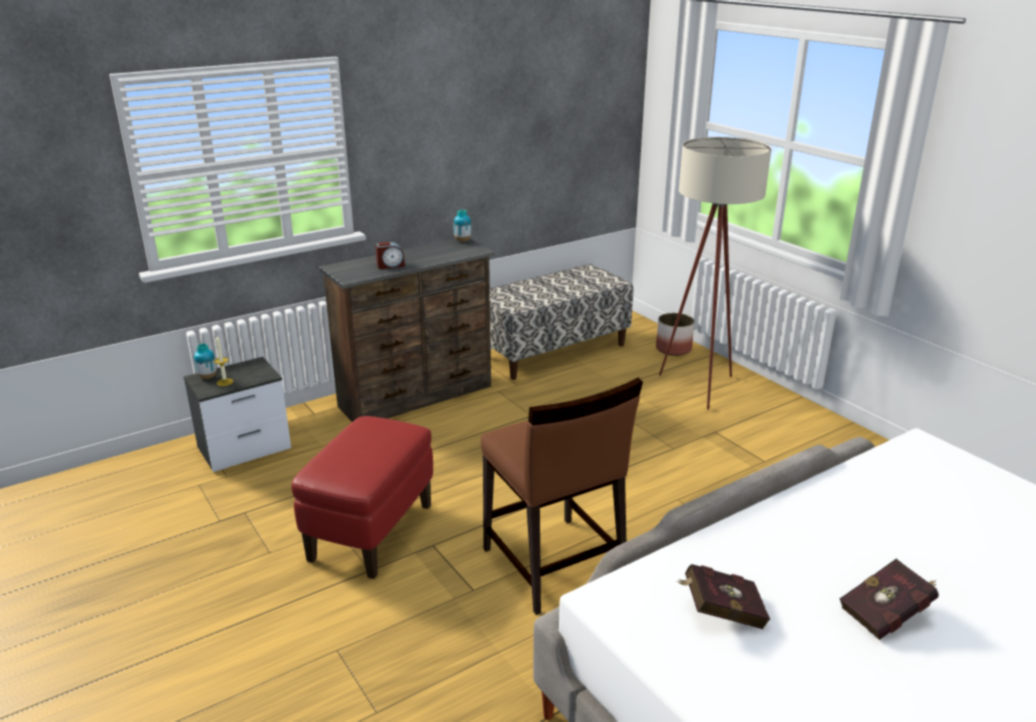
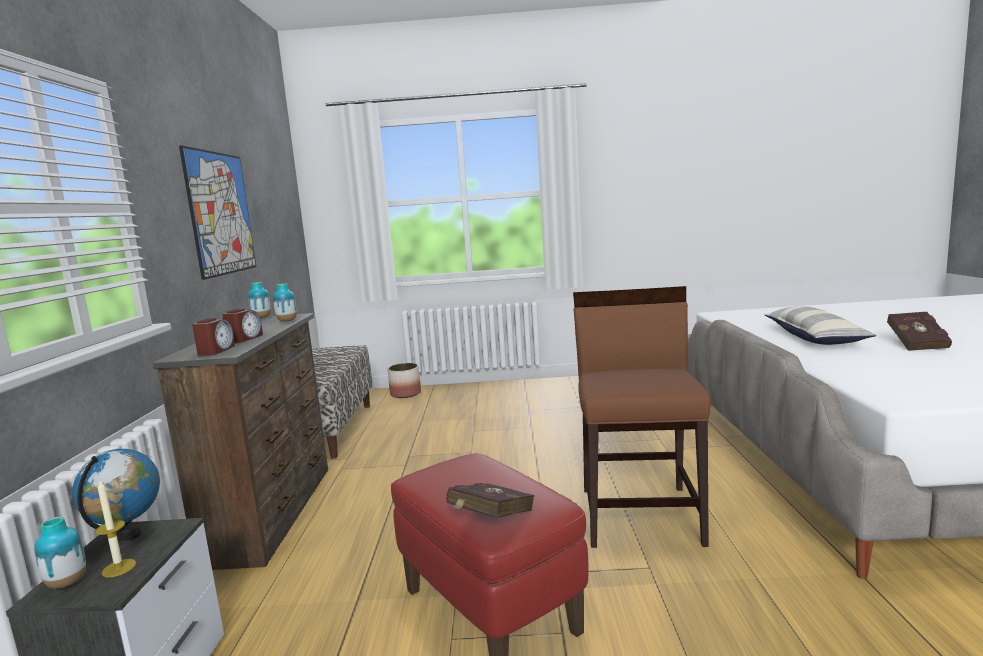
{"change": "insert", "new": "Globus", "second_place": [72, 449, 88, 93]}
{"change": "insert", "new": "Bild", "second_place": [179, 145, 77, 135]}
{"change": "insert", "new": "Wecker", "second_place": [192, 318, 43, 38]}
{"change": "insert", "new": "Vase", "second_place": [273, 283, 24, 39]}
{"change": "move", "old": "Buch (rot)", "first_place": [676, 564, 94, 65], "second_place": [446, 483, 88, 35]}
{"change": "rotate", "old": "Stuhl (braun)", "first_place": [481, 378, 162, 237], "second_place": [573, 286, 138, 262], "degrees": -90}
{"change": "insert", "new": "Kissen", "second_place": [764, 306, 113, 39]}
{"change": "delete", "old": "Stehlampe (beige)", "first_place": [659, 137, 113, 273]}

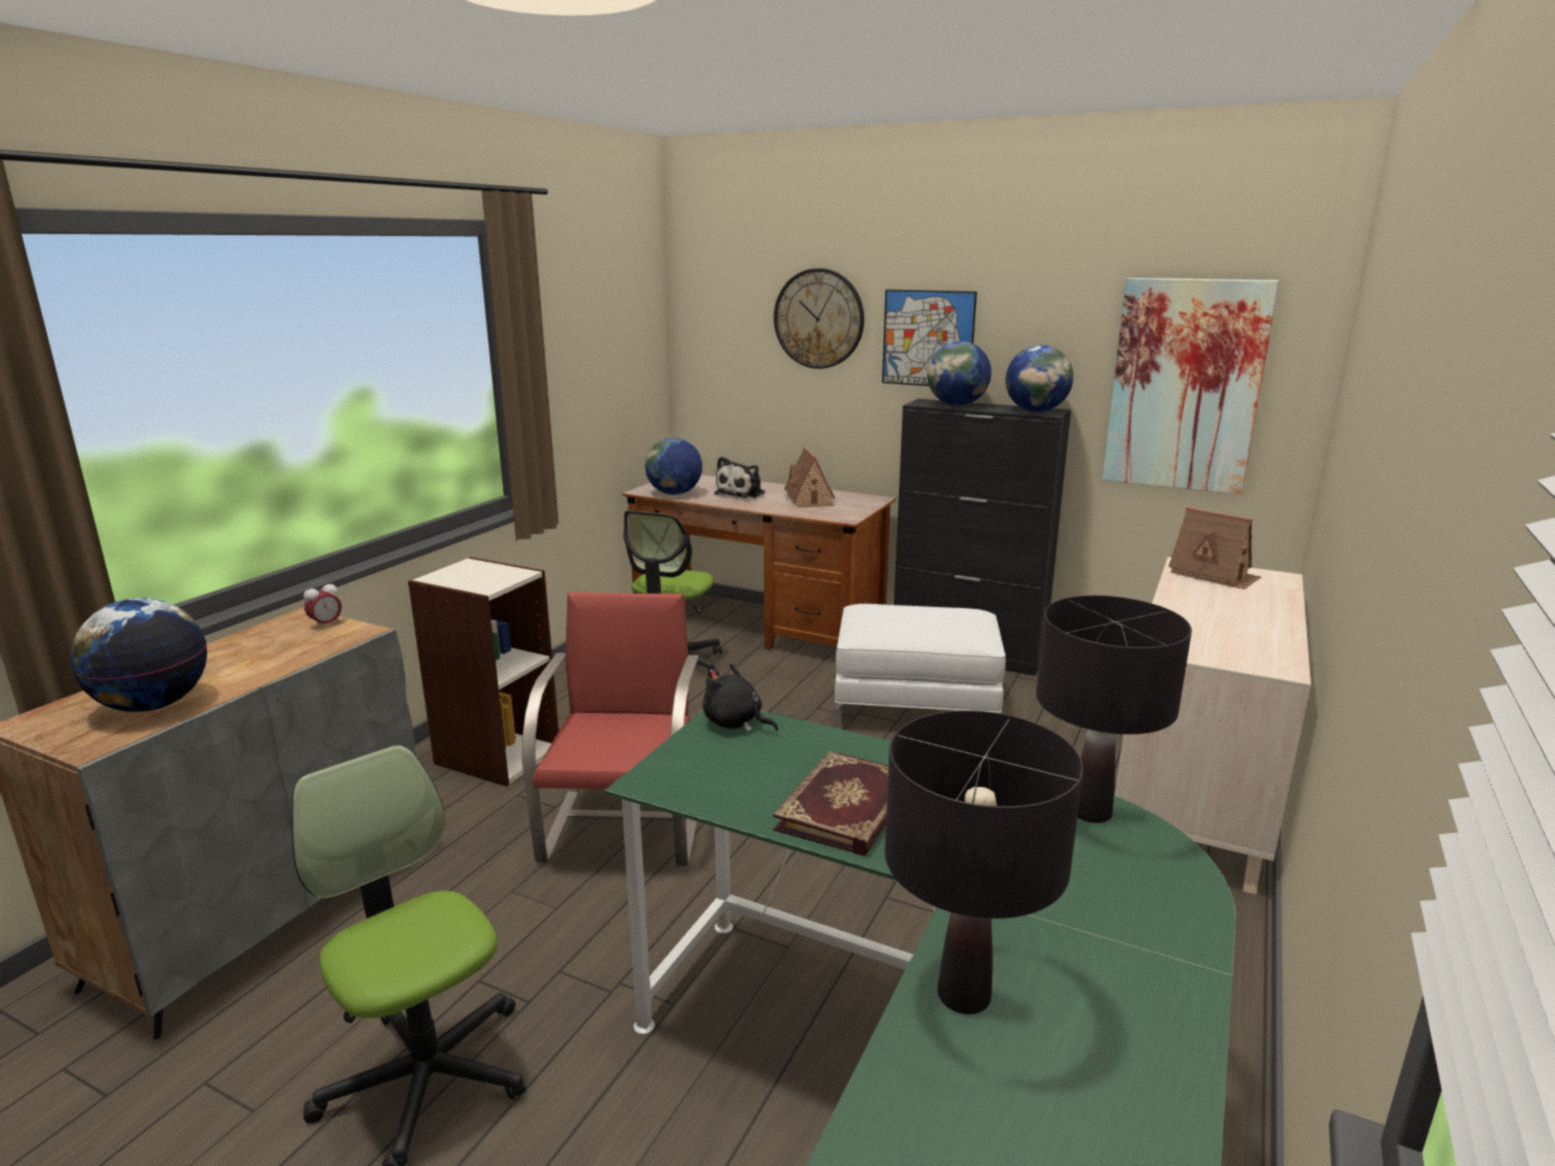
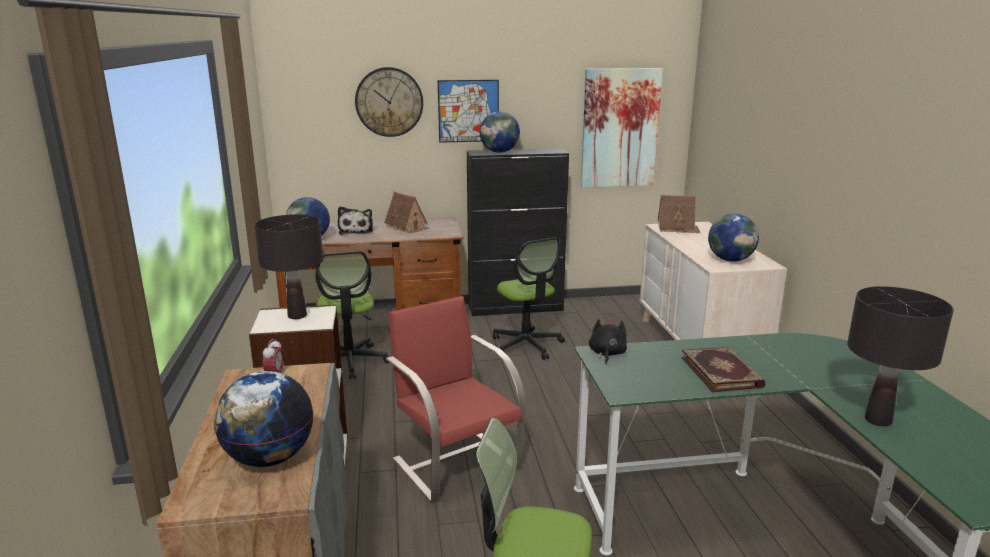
{"change": "move", "old": "Tischlampe (schwarz)", "first_place": [1036, 595, 156, 228], "second_place": [255, 214, 68, 105]}
{"change": "replace", "old": "Polsterhocker (weiß)", "new": "Bürostuhl", "first_place": [835, 604, 171, 125], "second_place": [493, 237, 72, 123]}
{"change": "rotate", "old": "Plüschtier (schwarz)", "first_place": [703, 663, 75, 69], "second_place": [589, 319, 38, 45], "degrees": 105}
{"change": "move", "old": "Globus", "first_place": [1006, 345, 67, 67], "second_place": [708, 214, 51, 48]}

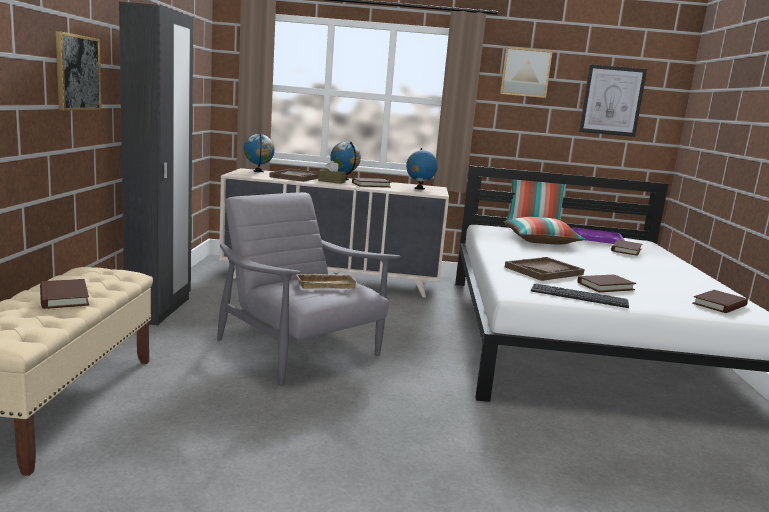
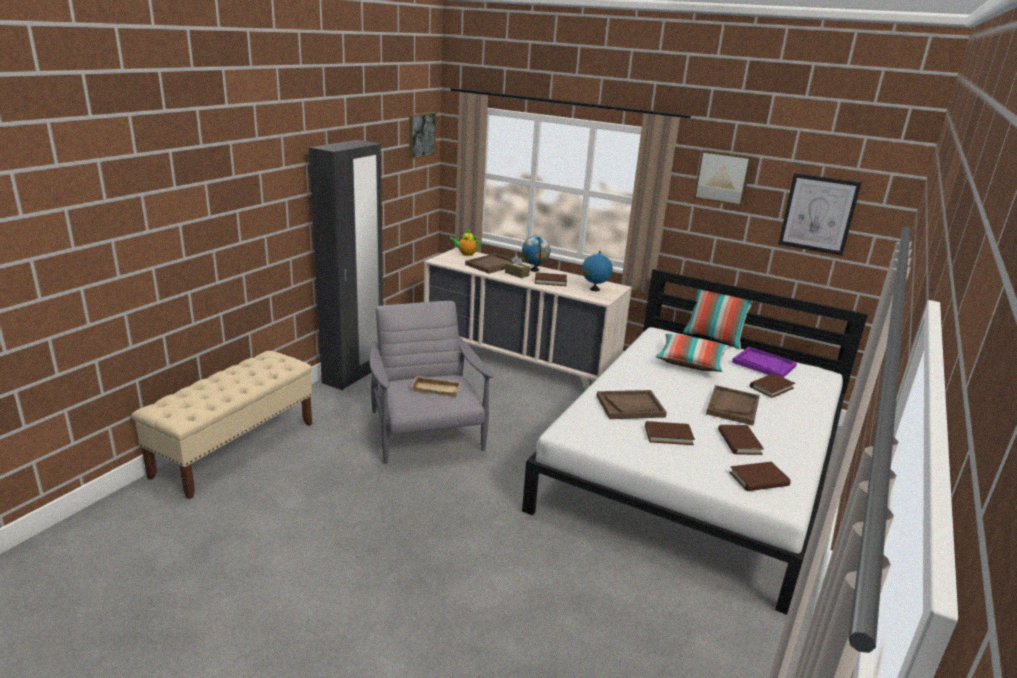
{"change": "move", "old": "Bild", "first_place": [56, 31, 46, 80], "second_place": [409, 112, 27, 47]}
{"change": "replace", "old": "Globus", "new": "Teekanne", "first_place": [244, 133, 31, 39], "second_place": [449, 229, 32, 27]}
{"change": "insert", "new": "Tablett (braun)", "second_place": [706, 385, 54, 40]}
{"change": "move", "old": "Buch (braun)", "first_place": [40, 279, 49, 30], "second_place": [718, 425, 46, 30]}
{"change": "delete", "old": "Tastatur", "first_place": [531, 284, 98, 24]}

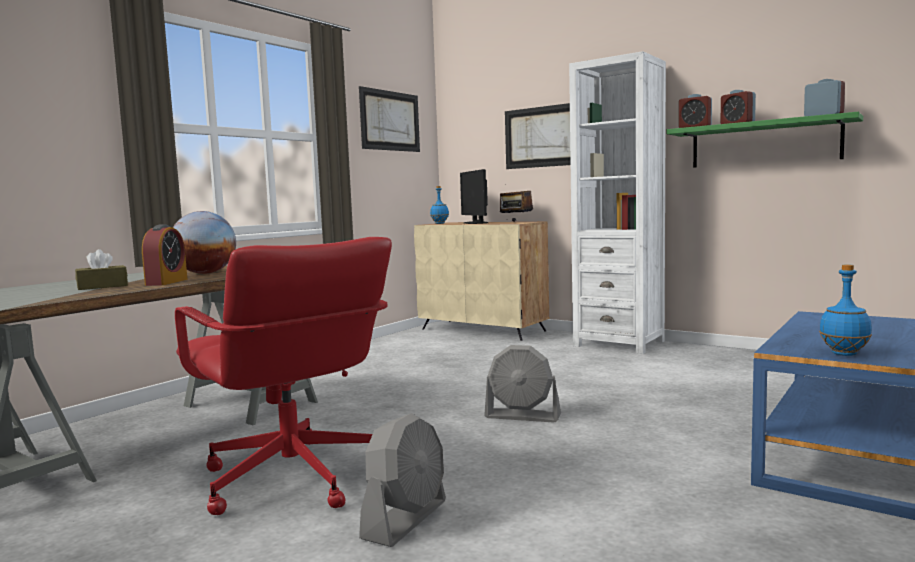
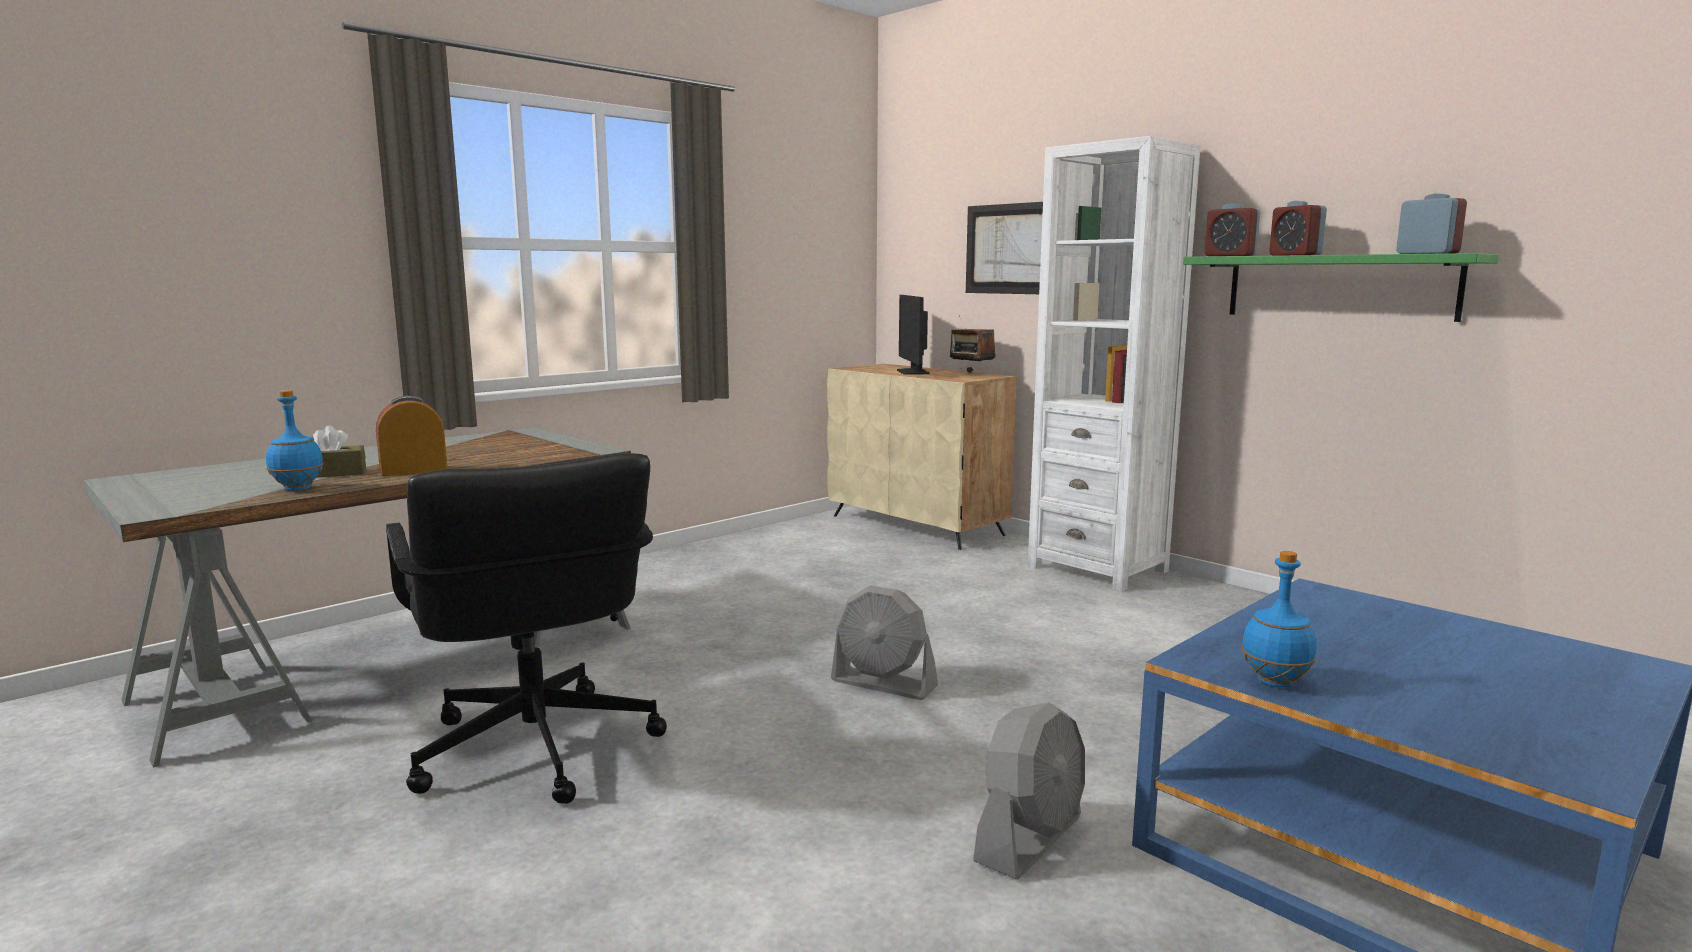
{"change": "move", "old": "Flasche (blau)", "first_place": [430, 186, 19, 38], "second_place": [266, 390, 58, 101]}
{"change": "rotate", "old": "Wecker", "first_place": [142, 224, 46, 62], "second_place": [376, 396, 72, 81], "degrees": -135}
{"change": "recolor", "old": "Bürostuhl (rot)", "new": "Bürostuhl (schwarz)", "first_place": [175, 237, 217, 278], "second_place": [386, 453, 281, 351]}
{"change": "move", "old": "Ventilator (grau)", "first_place": [359, 413, 87, 134], "second_place": [973, 703, 112, 177]}
{"change": "delete", "old": "Globus", "first_place": [173, 211, 63, 63]}
{"change": "delete", "old": "Bild", "first_place": [359, 86, 61, 66]}

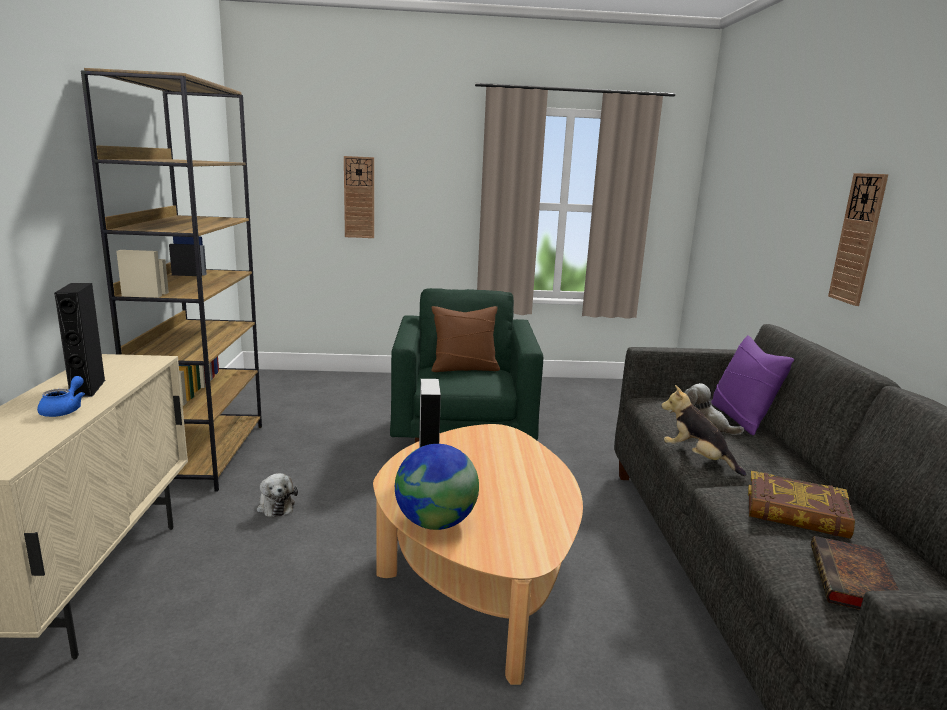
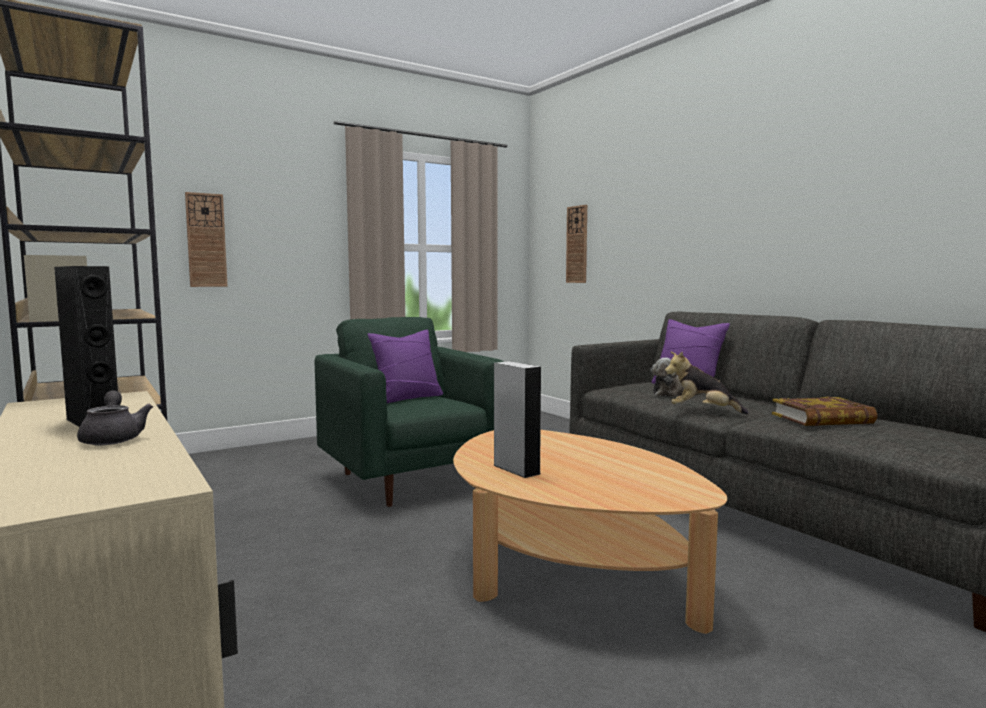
{"change": "recolor", "old": "Teekanne (blau)", "new": "Teekanne (grau)", "first_place": [37, 376, 48, 41], "second_place": [77, 391, 76, 54]}
{"change": "recolor", "old": "Kissen (braun)", "new": "Kissen (lila)", "first_place": [431, 306, 69, 66], "second_place": [367, 330, 76, 73]}
{"change": "move", "old": "Wanduhr", "first_place": [828, 173, 61, 133], "second_place": [566, 205, 21, 78]}
{"change": "delete", "old": "Plüschtier", "first_place": [257, 473, 41, 44]}
{"change": "delete", "old": "Globus", "first_place": [395, 444, 84, 86]}
{"change": "delete", "old": "Buch", "first_place": [811, 536, 88, 74]}

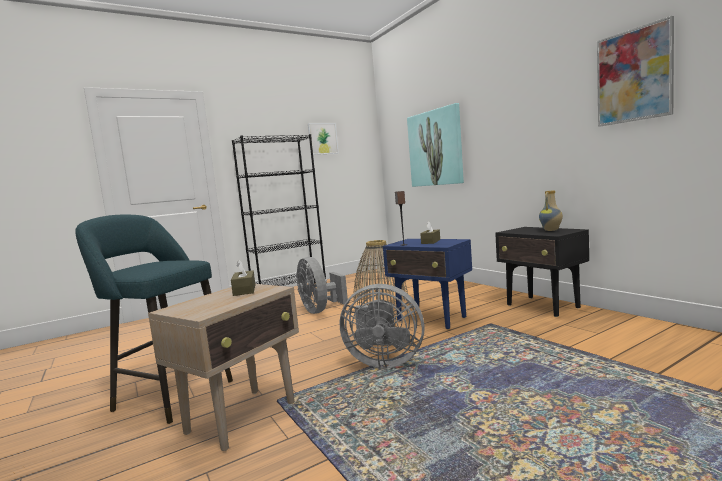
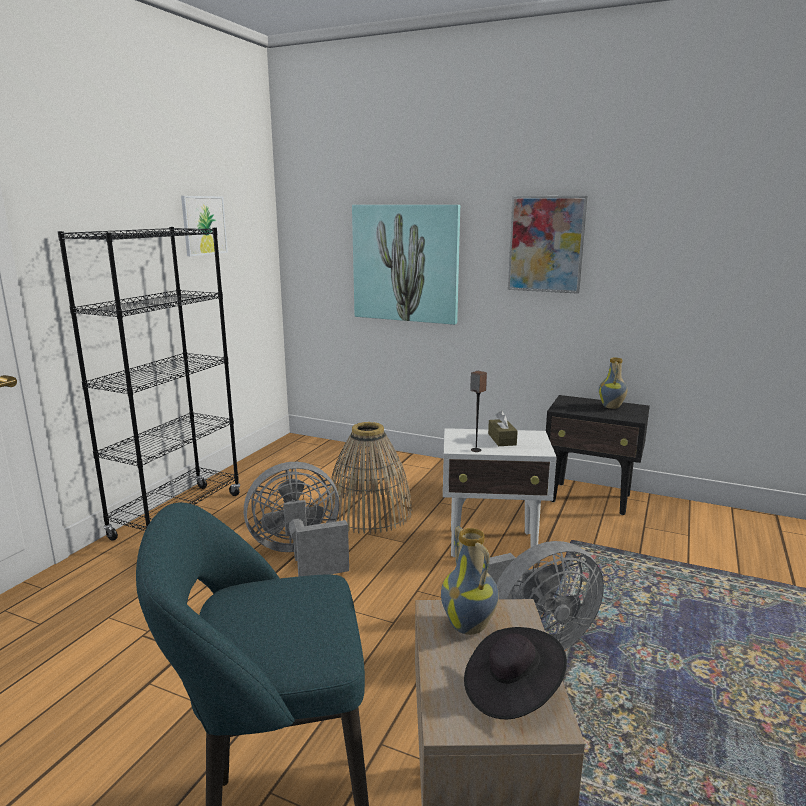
{"change": "rotate", "old": "Ventilator (grau)", "first_place": [296, 257, 52, 57], "second_place": [244, 462, 105, 114], "degrees": 135}
{"change": "replace", "old": "Taschentuchbox (braun)", "new": "Vase", "first_place": [231, 260, 24, 36], "second_place": [441, 526, 58, 109]}
{"change": "recolor", "old": "Beistelltisch (blau)", "new": "Beistelltisch (weiß)", "first_place": [383, 239, 89, 90], "second_place": [443, 428, 114, 129]}
{"change": "insert", "new": "Hut (schwarz)", "second_place": [464, 627, 103, 92]}
{"change": "move", "old": "Bild", "first_place": [597, 16, 77, 111], "second_place": [508, 196, 79, 98]}

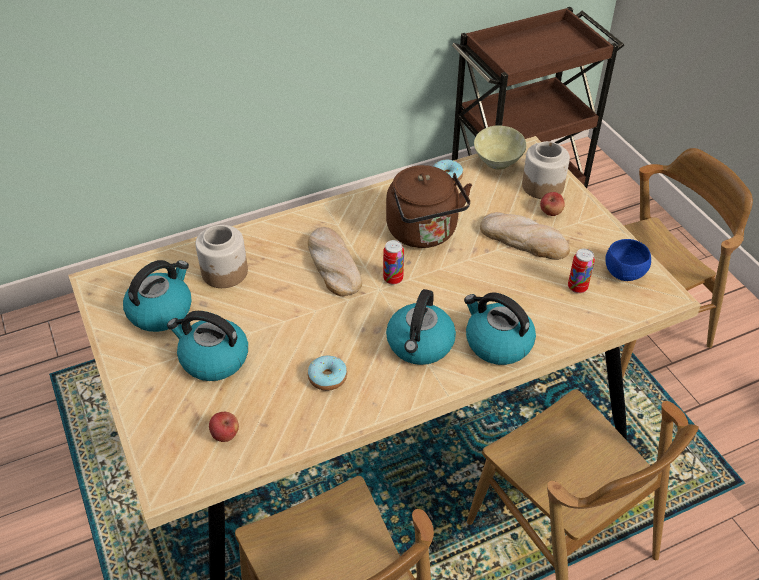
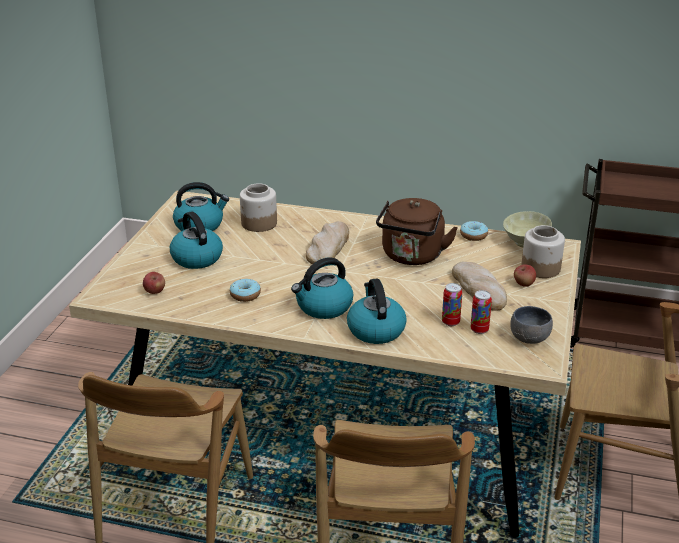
{"change": "move", "old": "Dose", "first_place": [383, 240, 21, 45], "second_place": [442, 283, 20, 43]}
{"change": "recolor", "old": "Schüssel (blau)", "new": "Schüssel (grau)", "first_place": [606, 239, 45, 42], "second_place": [510, 306, 43, 38]}

